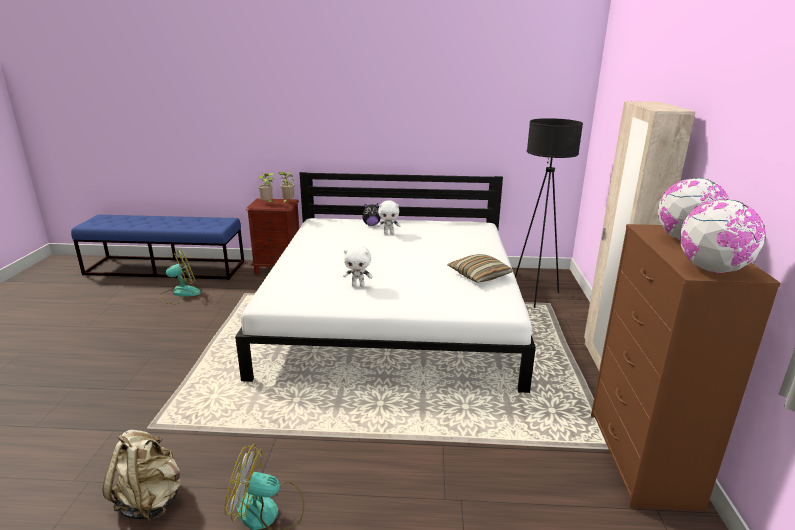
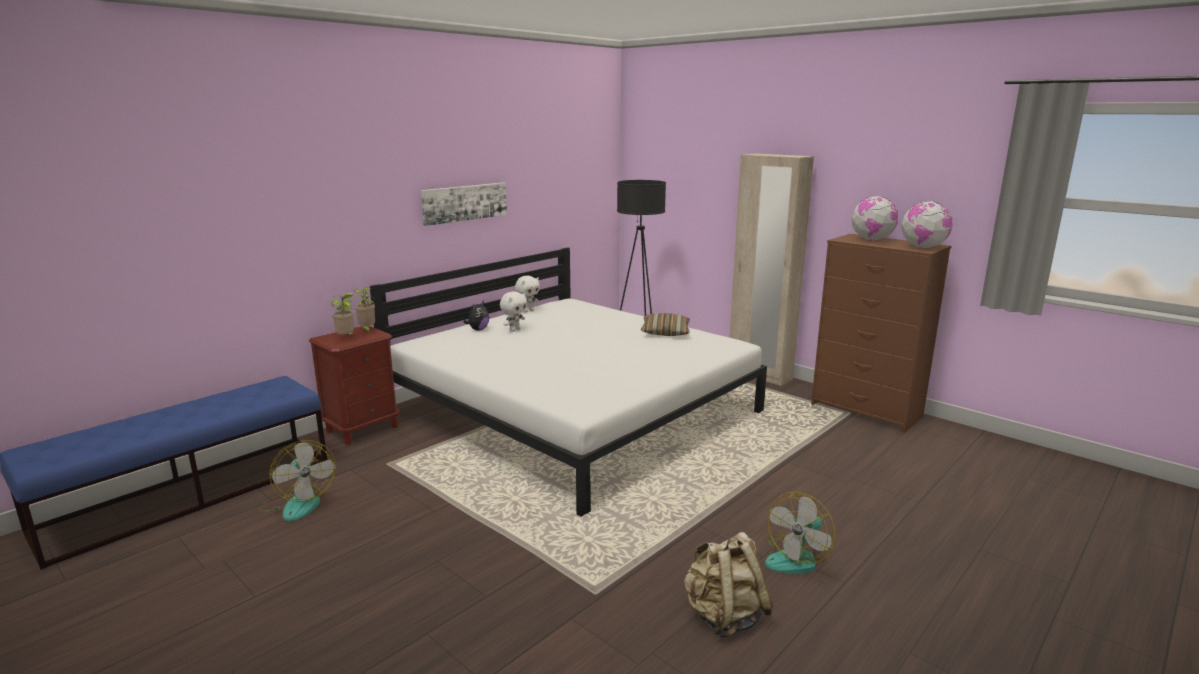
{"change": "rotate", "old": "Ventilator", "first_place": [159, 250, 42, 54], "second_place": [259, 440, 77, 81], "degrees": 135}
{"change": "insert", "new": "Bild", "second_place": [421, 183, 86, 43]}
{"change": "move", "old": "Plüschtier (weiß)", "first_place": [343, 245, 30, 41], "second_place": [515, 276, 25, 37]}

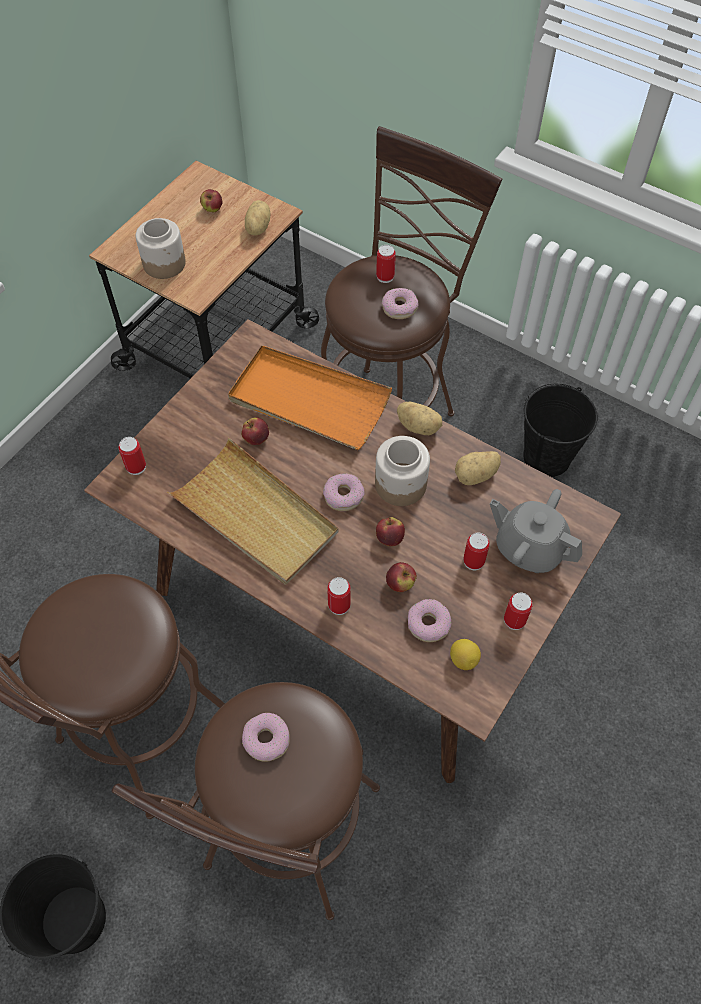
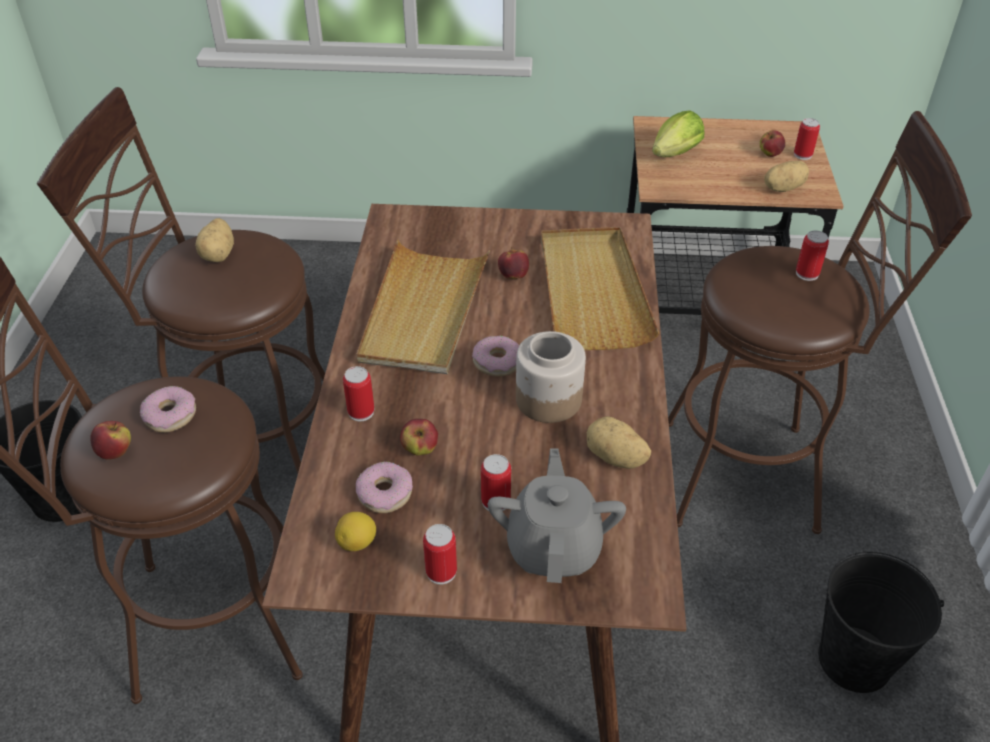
{"change": "move", "old": "Apfel", "first_place": [376, 517, 29, 29], "second_place": [90, 421, 41, 38]}
{"change": "move", "old": "Kartoffel", "first_place": [397, 402, 45, 33], "second_place": [195, 218, 39, 44]}
{"change": "recolor", "old": "Tablett (orange)", "new": "Tablett (beige)", "first_place": [228, 345, 164, 105], "second_place": [541, 227, 119, 123]}
{"change": "replace", "old": "Vorratsglas", "new": "Salatkopf", "first_place": [136, 218, 50, 61], "second_place": [652, 110, 52, 47]}
{"change": "move", "old": "Dose", "first_place": [118, 437, 28, 38], "second_place": [794, 118, 26, 42]}
{"change": "delete", "old": "Donut", "first_place": [382, 288, 36, 31]}

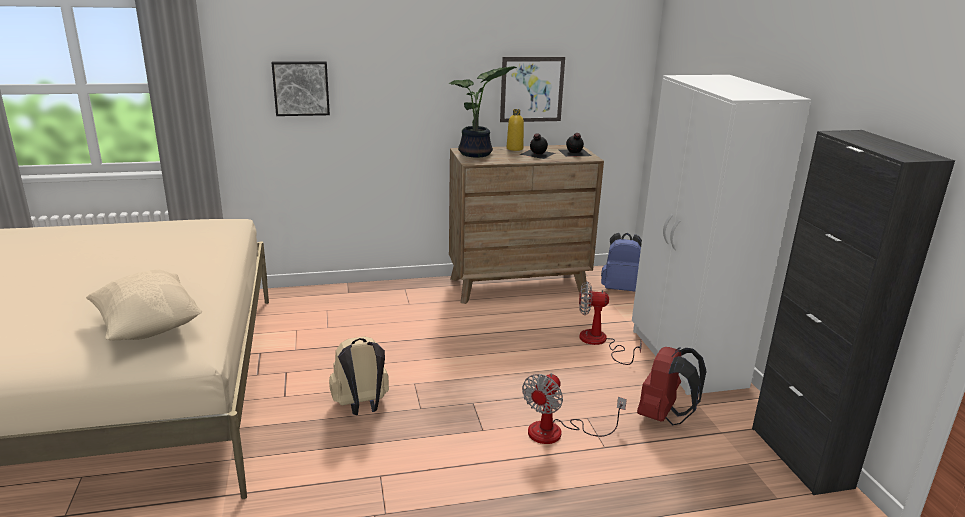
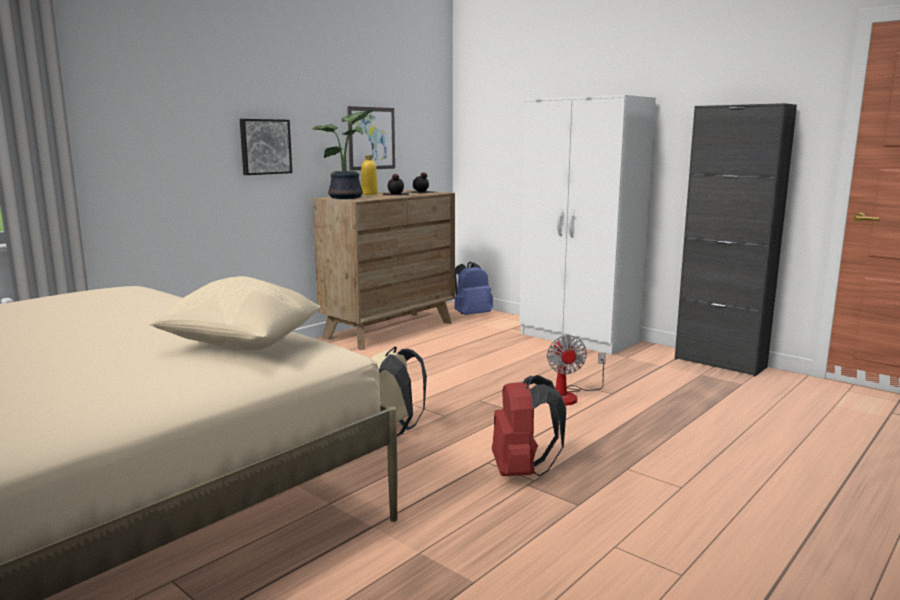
{"change": "move", "old": "Bild", "first_place": [271, 61, 59, 55], "second_place": [240, 119, 52, 56]}
{"change": "move", "old": "Rucksack (rot)", "first_place": [637, 347, 70, 78], "second_place": [492, 375, 74, 102]}
{"change": "delete", "old": "Ventilator", "first_place": [579, 281, 63, 84]}

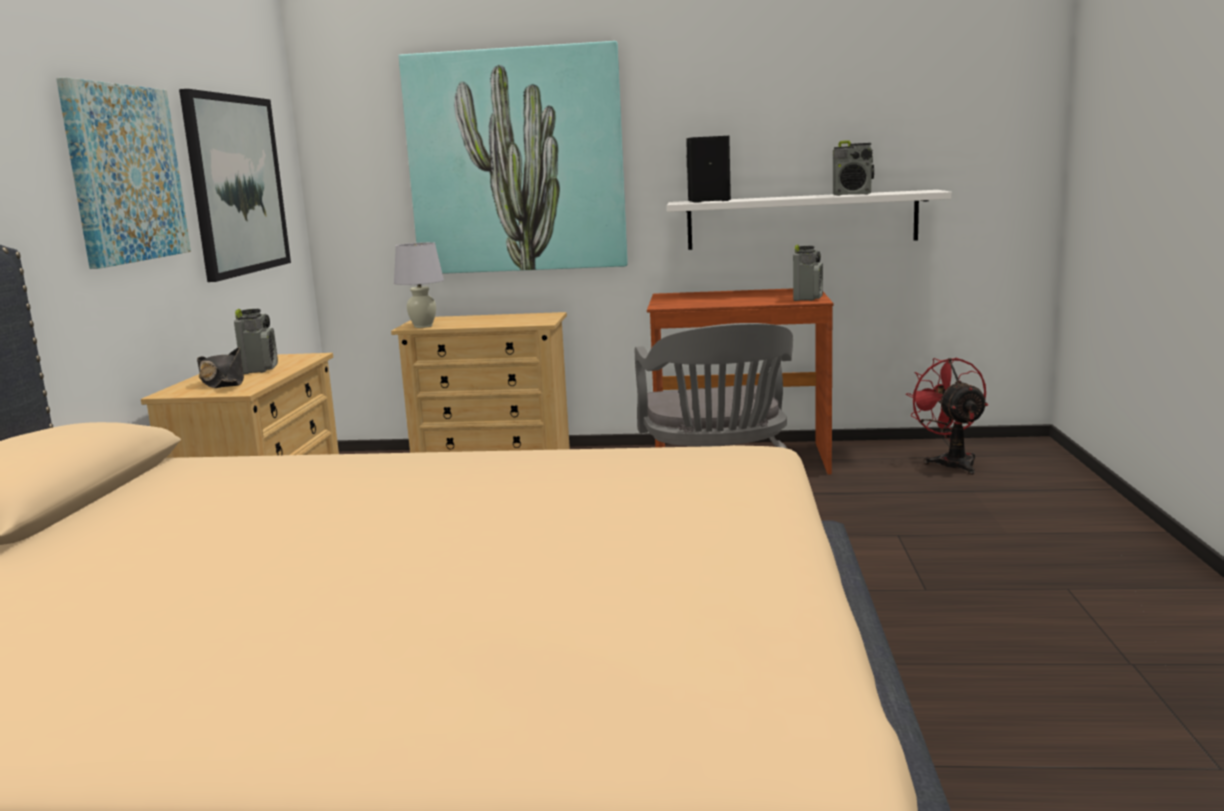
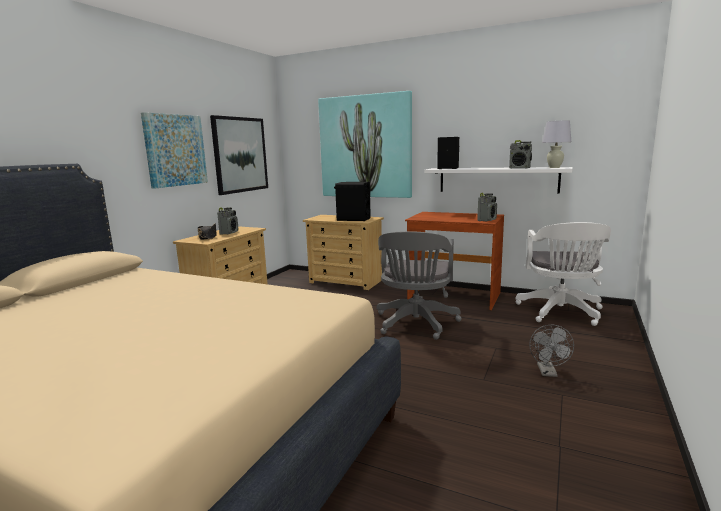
{"change": "insert", "new": "Lautsprecher (schwarz)", "second_place": [334, 182, 37, 39]}
{"change": "replace", "old": "Ventilator (rot)", "new": "Bürostuhl (weiß)", "first_place": [906, 358, 82, 117], "second_place": [516, 222, 95, 104]}
{"change": "insert", "new": "Ventilator (grau)", "second_place": [529, 324, 45, 53]}
{"change": "move", "old": "Tischlampe (weiß)", "first_place": [394, 242, 50, 86], "second_place": [542, 120, 29, 48]}

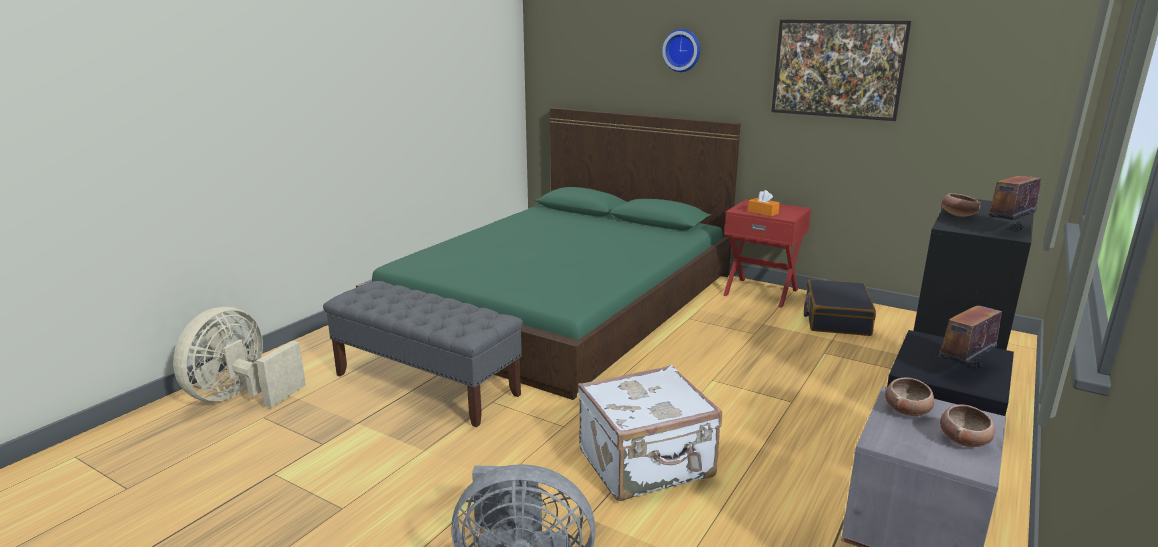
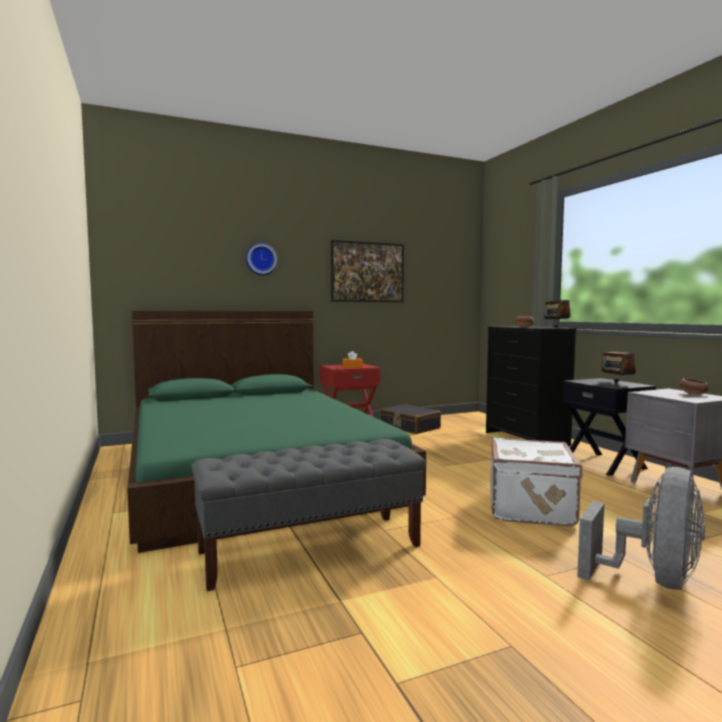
{"change": "delete", "old": "Ventilator (beige)", "first_place": [173, 307, 133, 100]}
{"change": "delete", "old": "Schüssel", "first_place": [885, 377, 49, 39]}

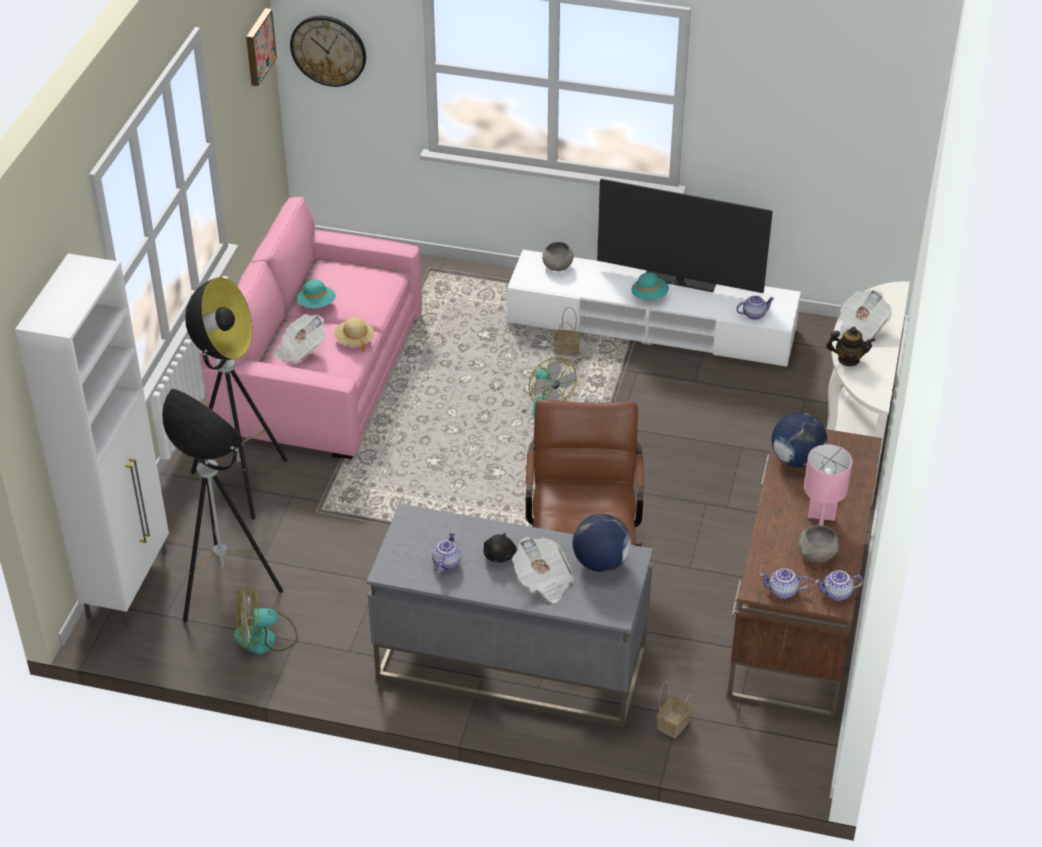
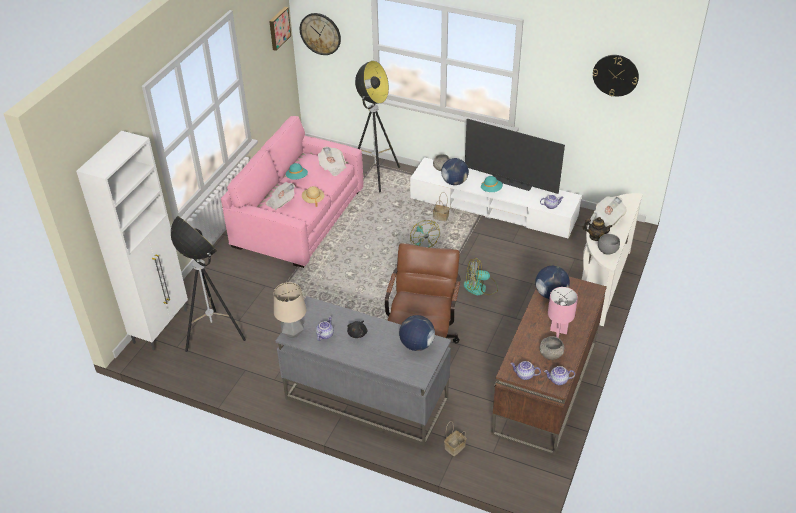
{"change": "insert", "new": "Tischlampe", "second_place": [274, 282, 33, 56]}
{"change": "move", "old": "Zeitung", "first_place": [512, 537, 62, 66], "second_place": [318, 146, 29, 30]}
{"change": "move", "old": "Stehlampe", "first_place": [185, 277, 103, 243], "second_place": [355, 61, 45, 131]}
{"change": "insert", "new": "Globus", "second_place": [441, 158, 28, 27]}
{"change": "move", "old": "Ventilator", "first_place": [234, 586, 64, 68], "second_place": [464, 258, 34, 37]}
{"change": "insert", "new": "Wanduhr", "second_place": [593, 55, 46, 41]}
{"change": "insert", "new": "Schüssel (grau)", "second_place": [598, 234, 22, 21]}

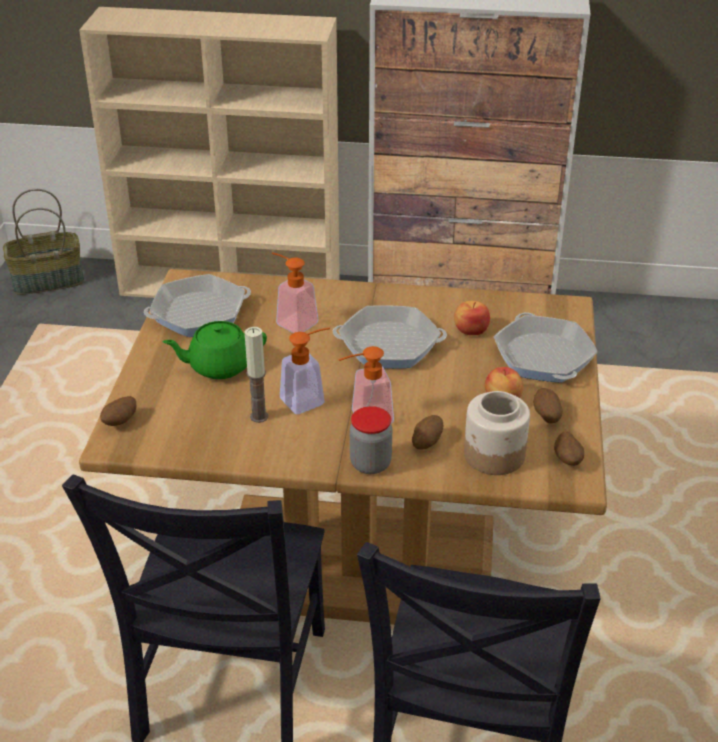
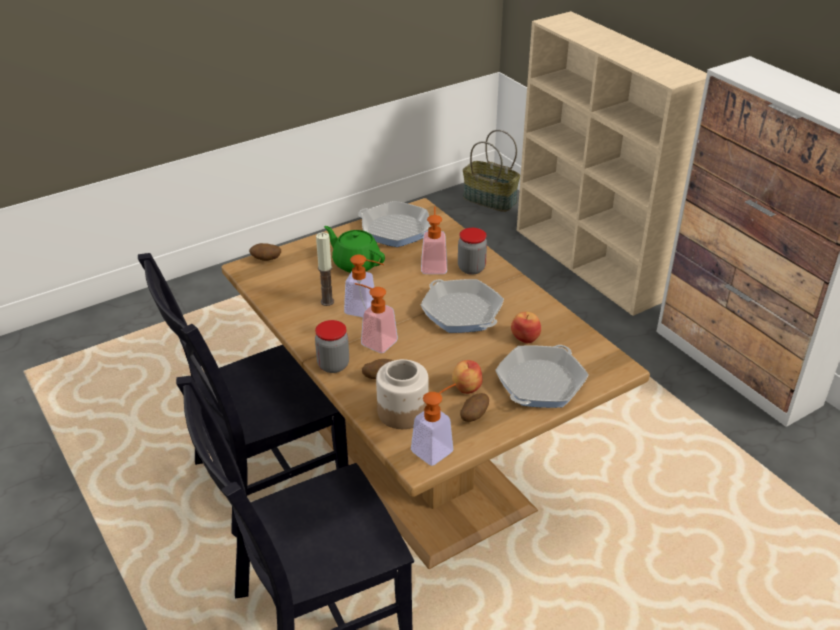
{"change": "replace", "old": "Kartoffel", "new": "Seifenspender", "first_place": [554, 431, 30, 35], "second_place": [411, 383, 45, 83]}
{"change": "insert", "new": "Vorratsglas", "second_place": [458, 228, 29, 47]}

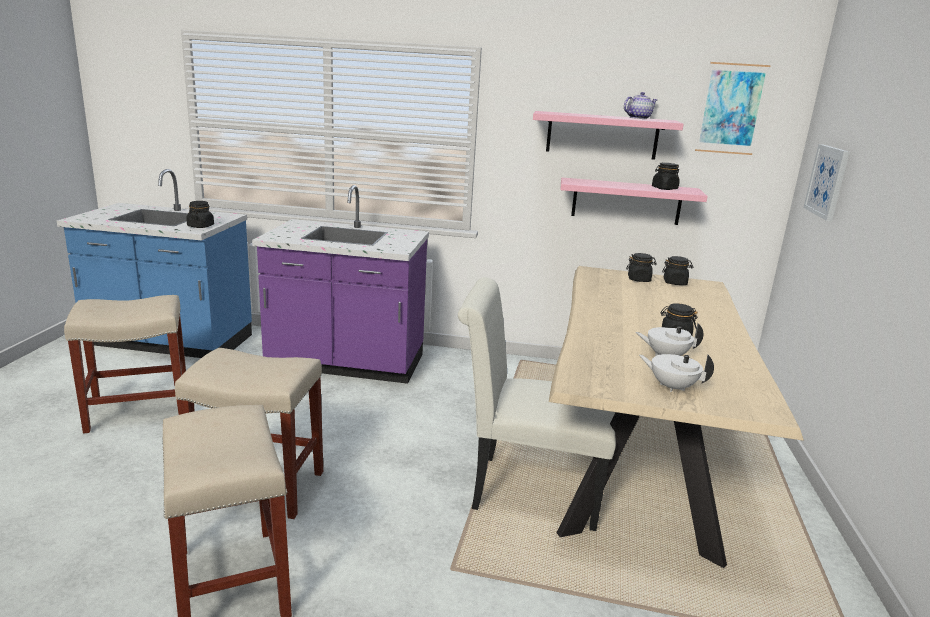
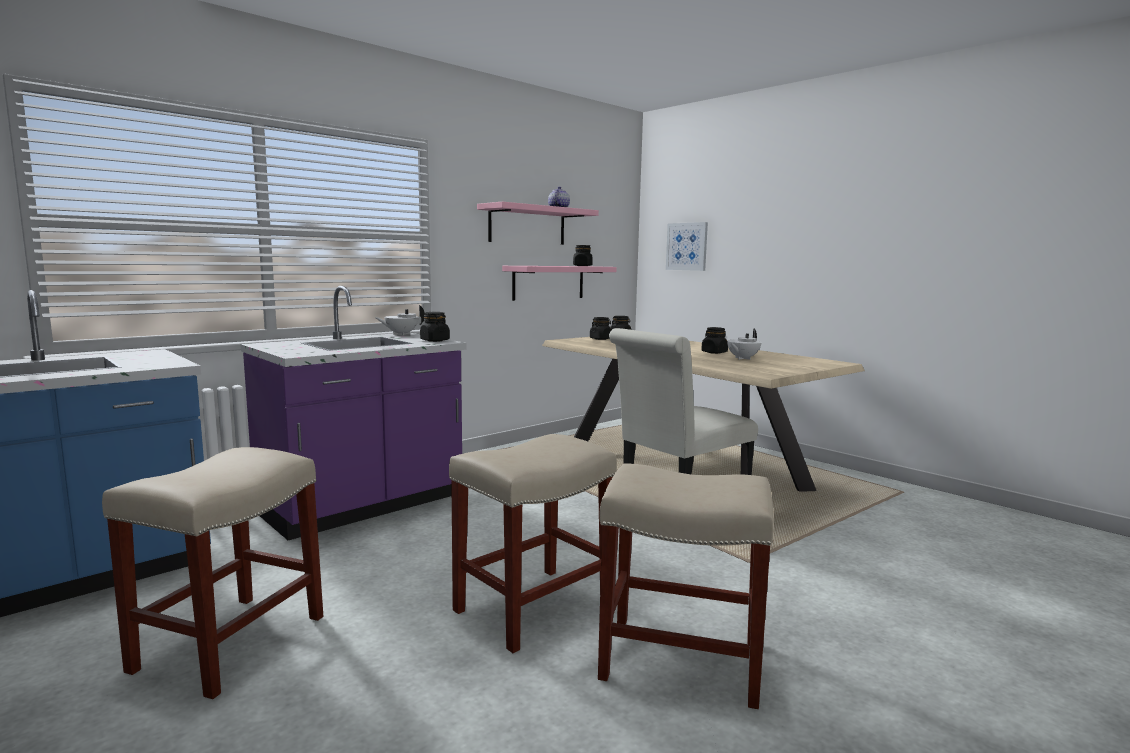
{"change": "move", "old": "Teekanne (weiß)", "first_place": [639, 354, 75, 38], "second_place": [375, 305, 50, 30]}
{"change": "move", "old": "Vorratsglas (schwarz)", "first_place": [186, 201, 28, 27], "second_place": [420, 312, 30, 30]}
{"change": "delete", "old": "Bild", "first_place": [695, 62, 76, 93]}

